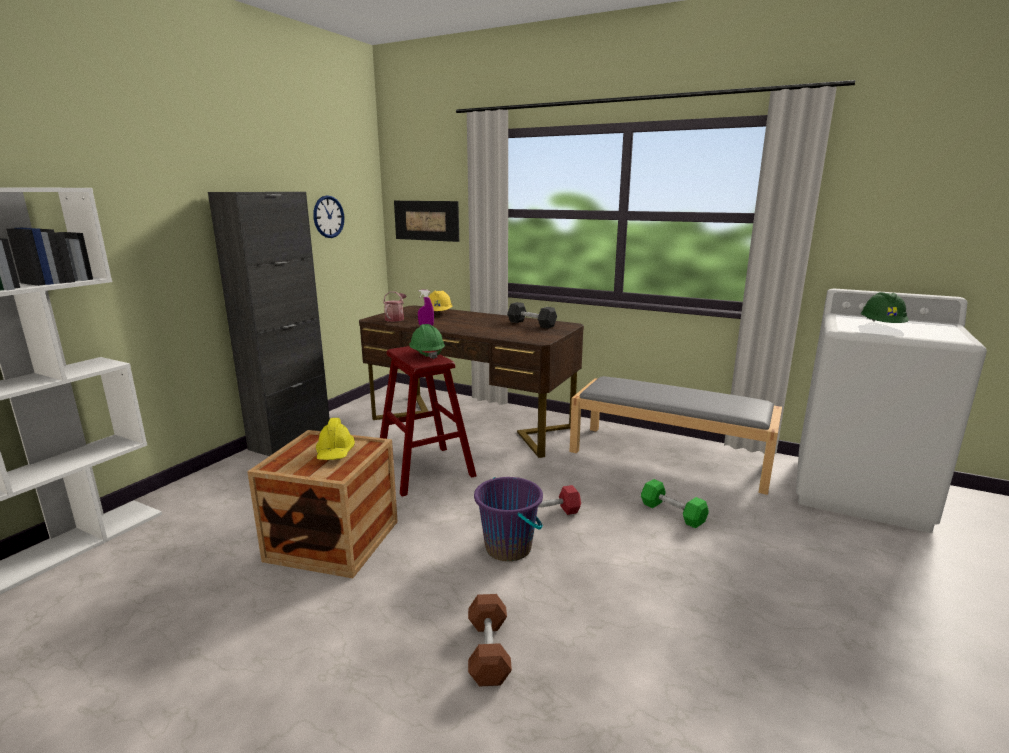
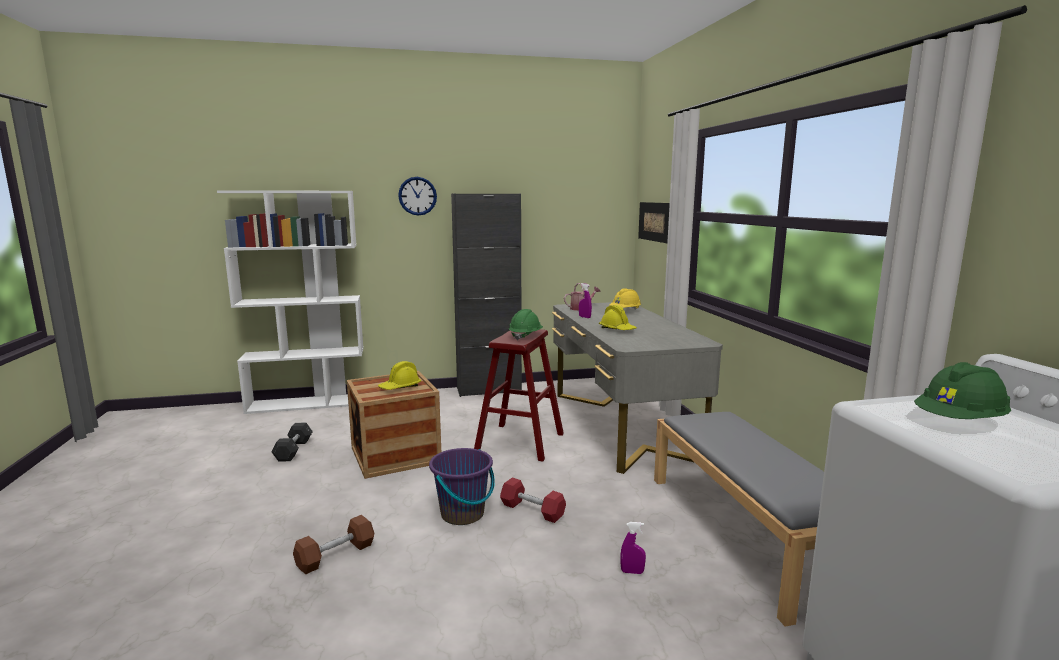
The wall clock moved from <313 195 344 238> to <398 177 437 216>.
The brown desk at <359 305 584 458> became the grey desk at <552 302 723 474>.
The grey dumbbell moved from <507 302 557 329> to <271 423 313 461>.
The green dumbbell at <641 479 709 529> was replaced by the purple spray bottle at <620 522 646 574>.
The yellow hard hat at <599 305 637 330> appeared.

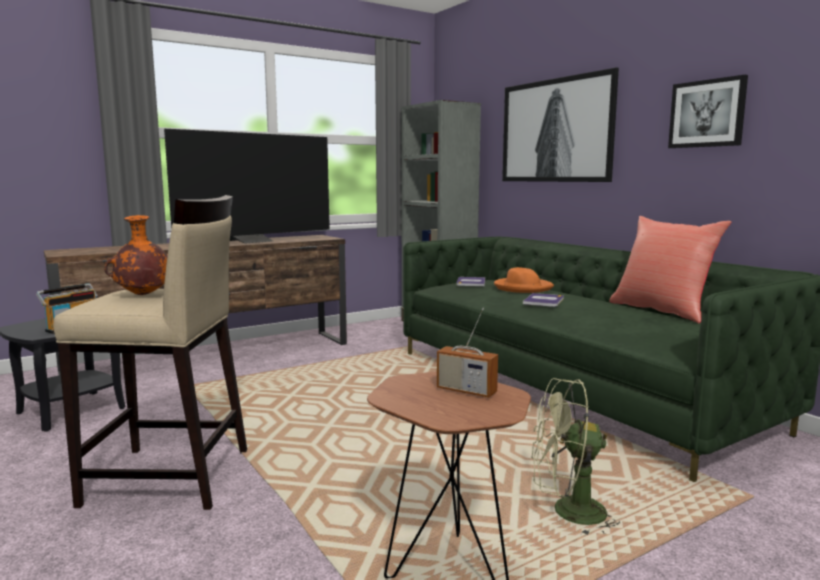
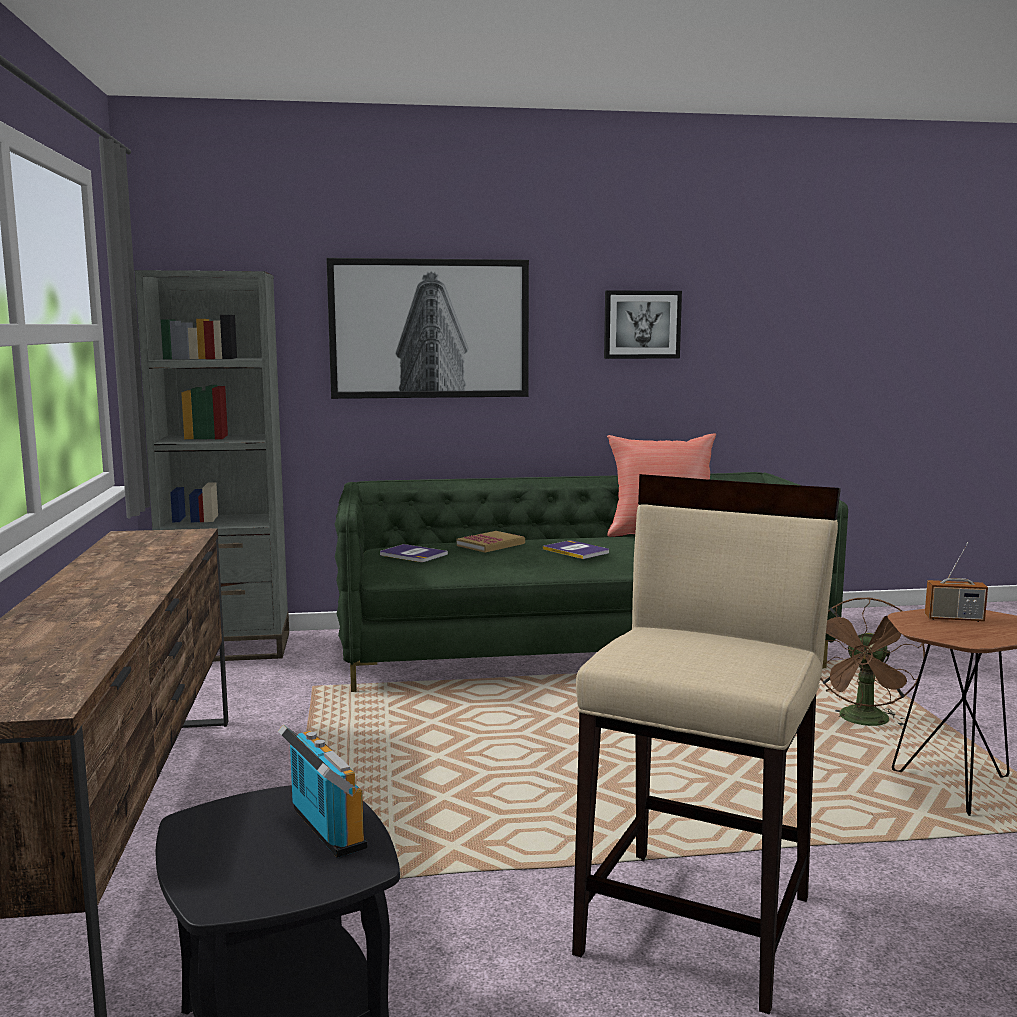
The orange vase at <104 215 168 295> disappeared.
The television at <164 129 330 244> disappeared.
The radio at <437 308 498 397> turned 45 degrees clockwise.
The orange hat at <494 267 554 293> was replaced by the book at <457 531 525 552>.
The green fan at <532 378 620 535> became the brown fan at <821 597 925 726>.

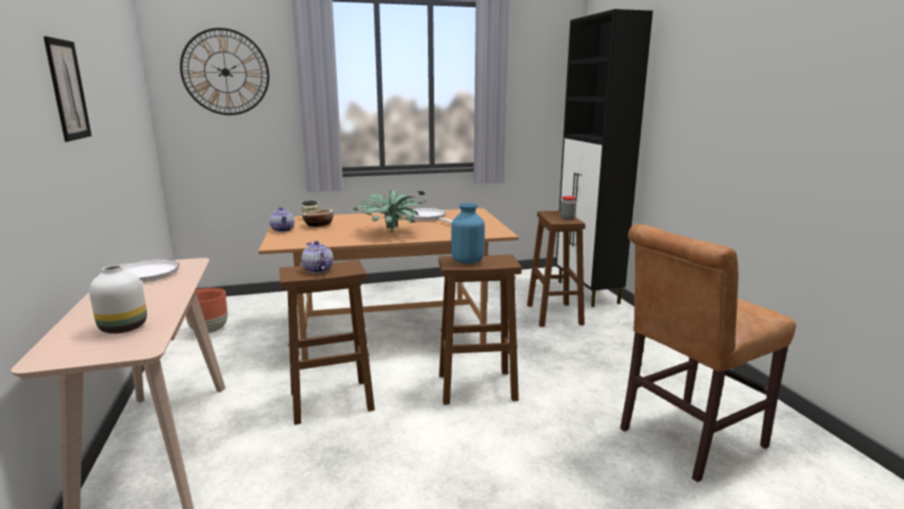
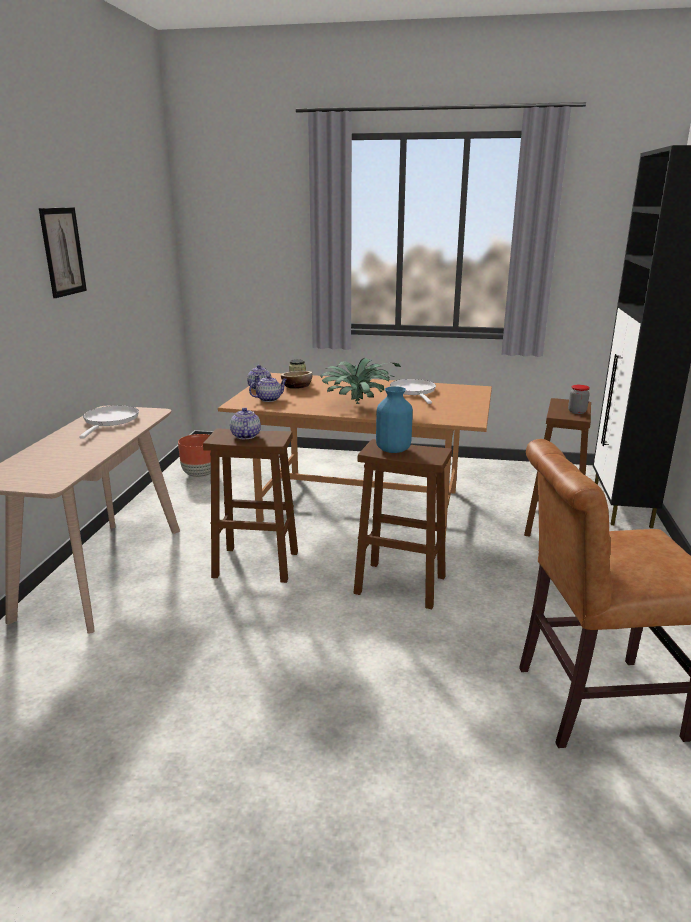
The white vase at <89 265 147 334> disappeared.
The wall clock at <180 28 269 115> disappeared.
The teapot at <249 375 287 402> appeared.

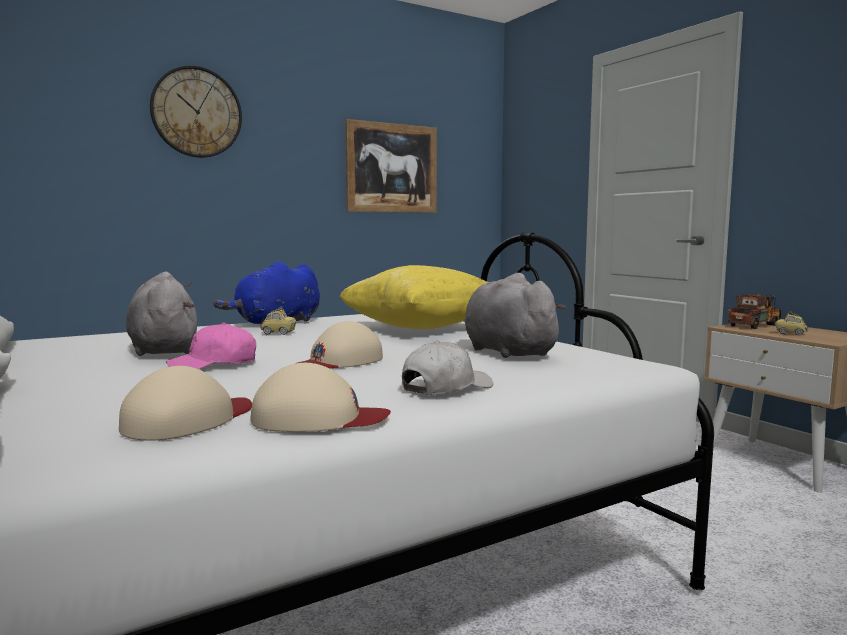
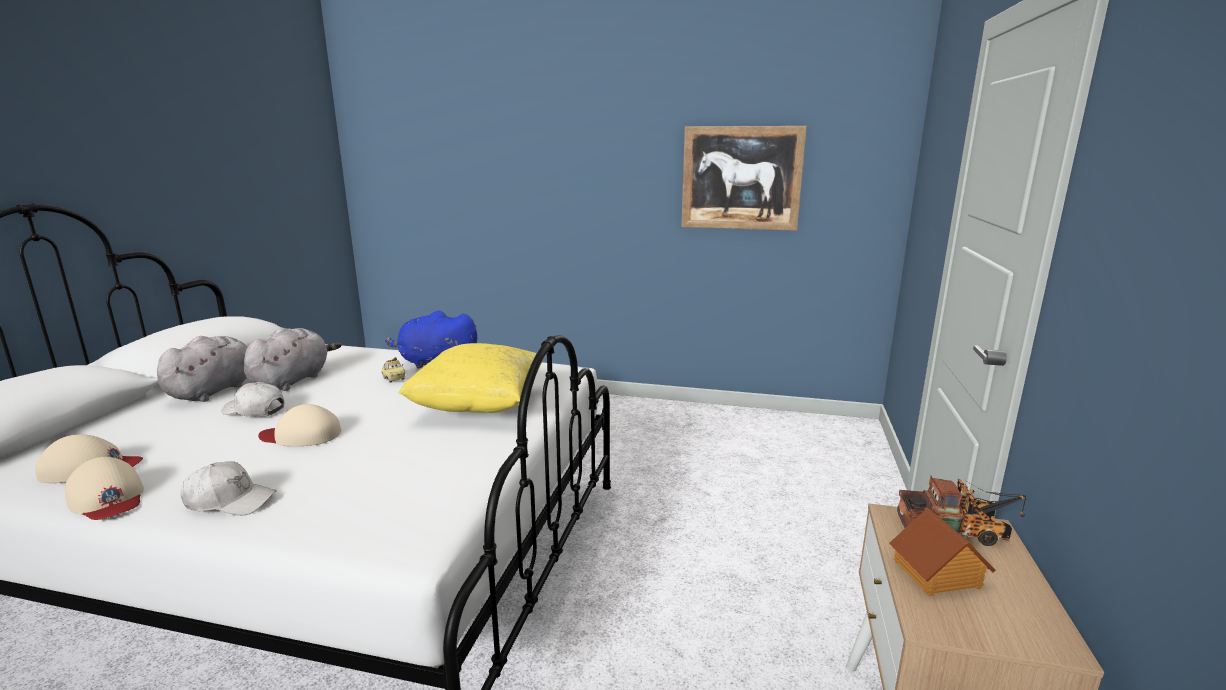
The wall clock at <150 66 242 158> disappeared.
The pink cap at <166 322 256 369> became the white cap at <221 382 284 417>.
The grey plush toy moved from <464 273 567 358> to <157 336 247 402>.
The toy car at <775 311 808 335> was replaced by the toy house at <889 507 996 596>.

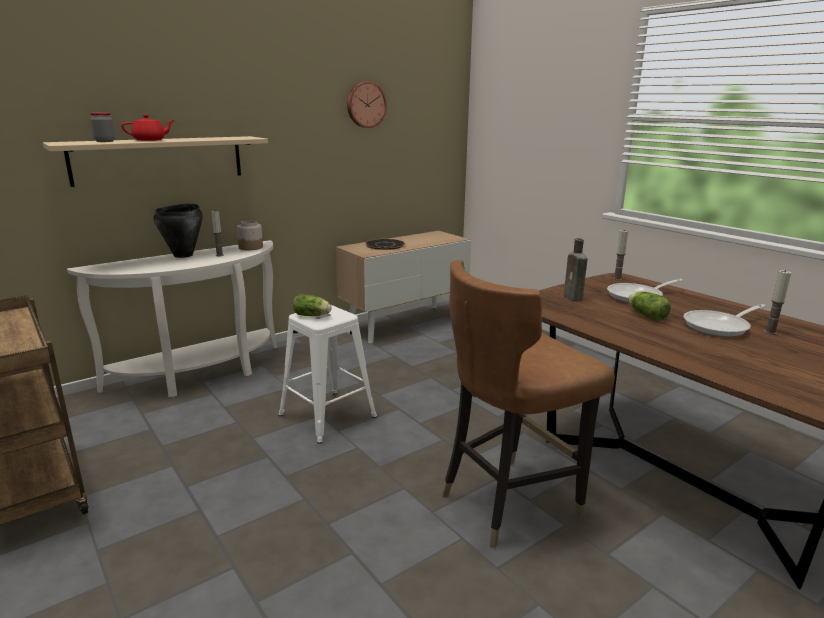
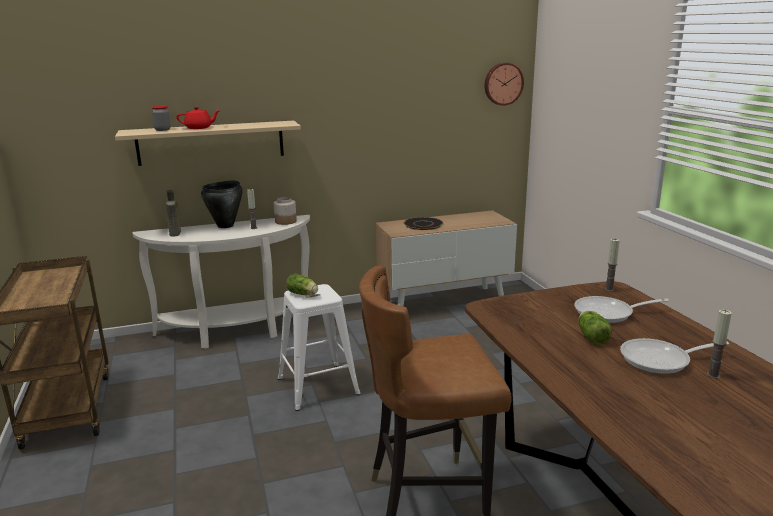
The wall clock moved from <347 81 387 128> to <484 63 524 106>.
The brown bottle moved from <564 238 588 301> to <166 190 181 237>.

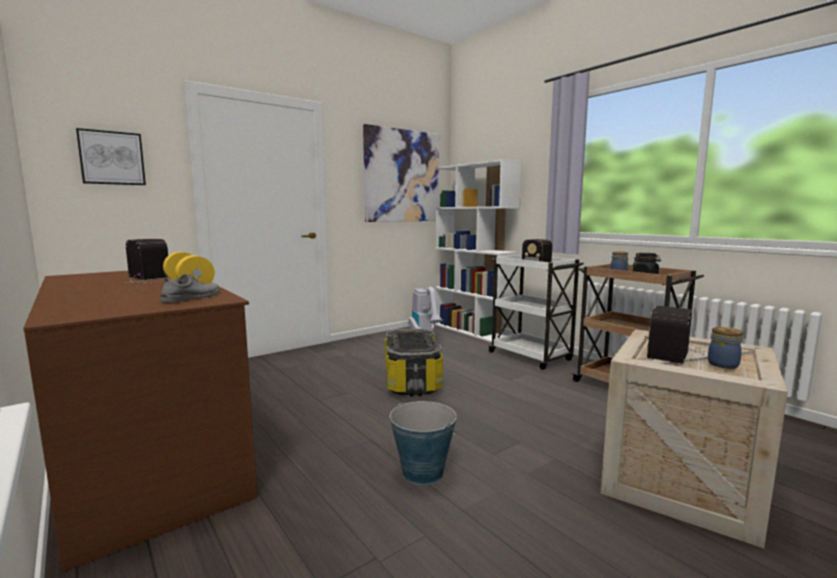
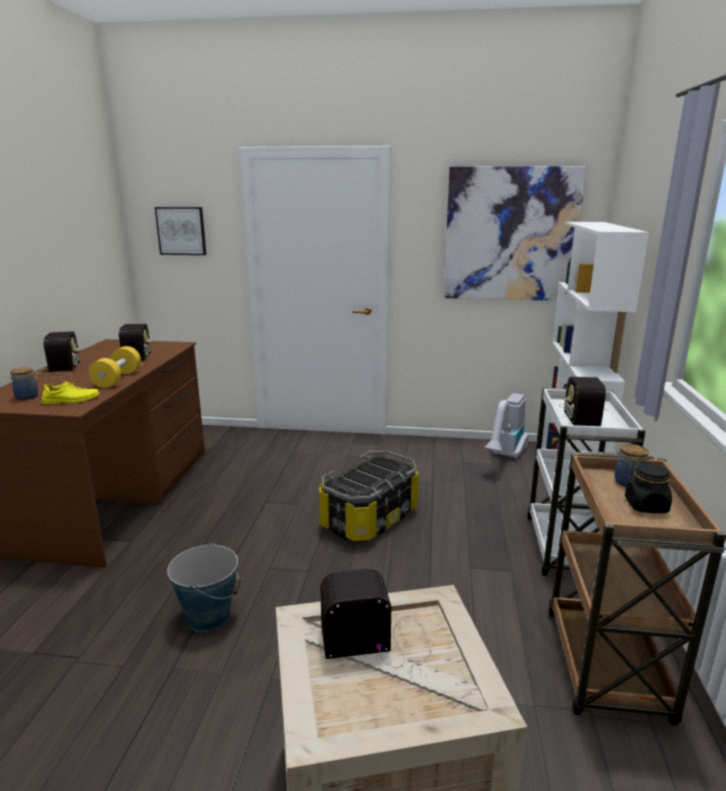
The grey shoe at <161 274 220 302> became the yellow shoe at <41 381 100 404>.
The jar moved from <708 327 743 369> to <10 367 38 400>.
The radio at <34 331 81 379> appeared.

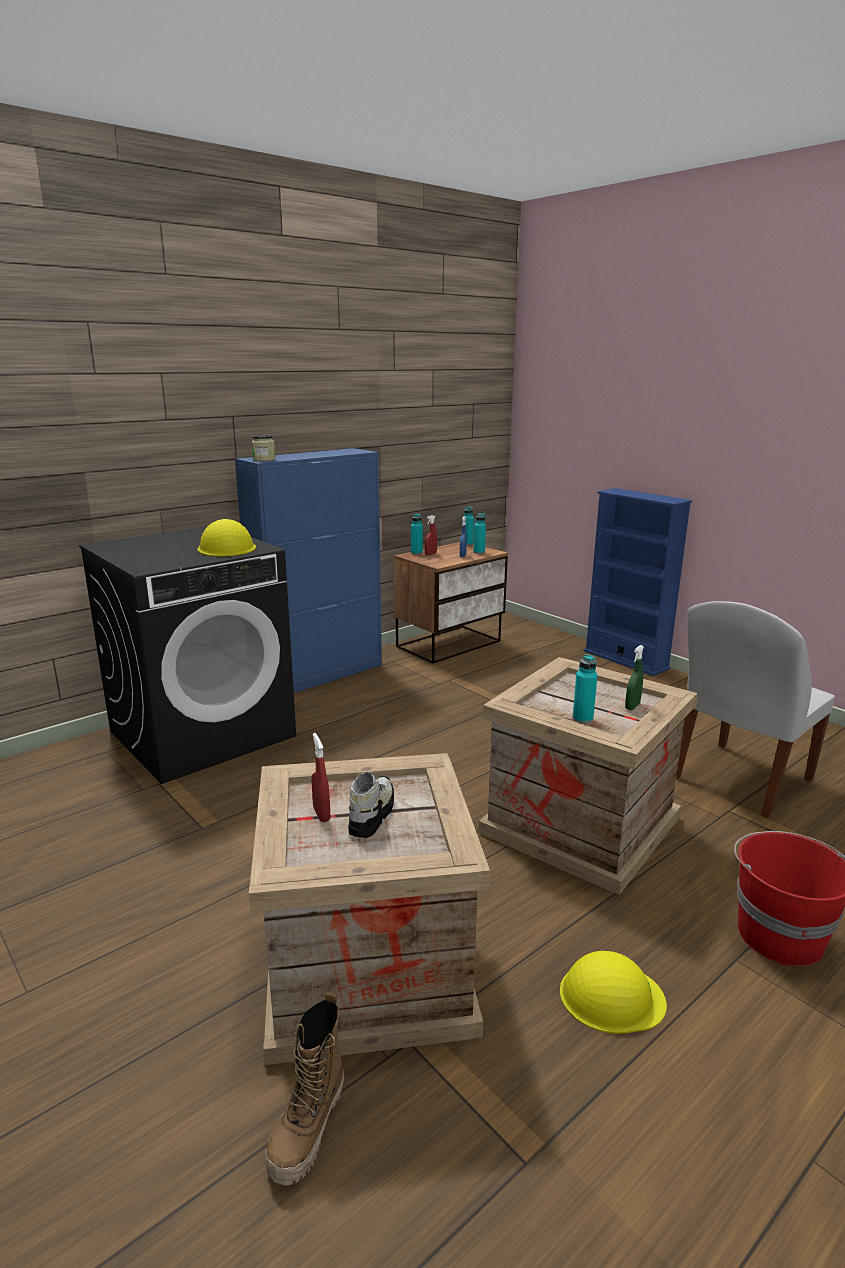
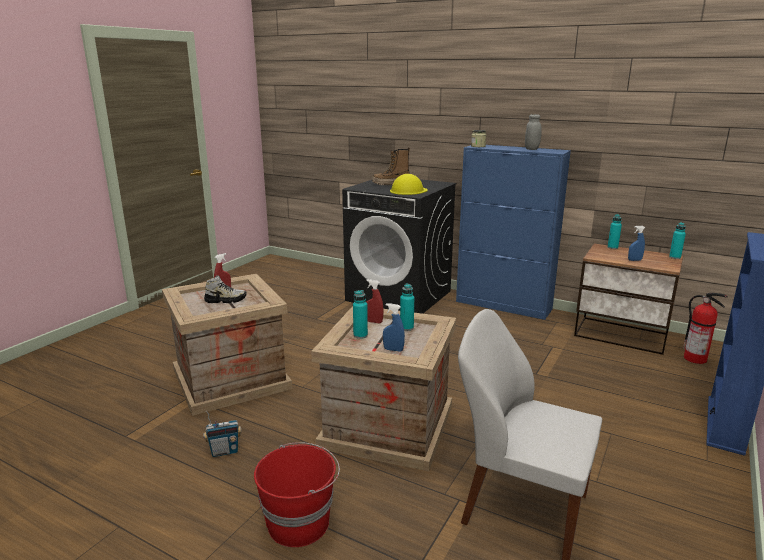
The boot moved from <266 992 344 1186> to <372 147 410 185>.
The red spray bottle moved from <425 515 437 555> to <366 279 384 323>.
The turquoise bottle moved from <473 513 486 554> to <400 283 414 331>.
The yellow hard hat at <560 951 667 1034> was replaced by the radio at <203 411 242 457>.
The green spray bottle at <625 645 644 710> became the blue spray bottle at <383 303 405 351>.
The grey jar at <525 114 542 150> appeared.
The fire extinguisher at <683 293 728 364> appeared.

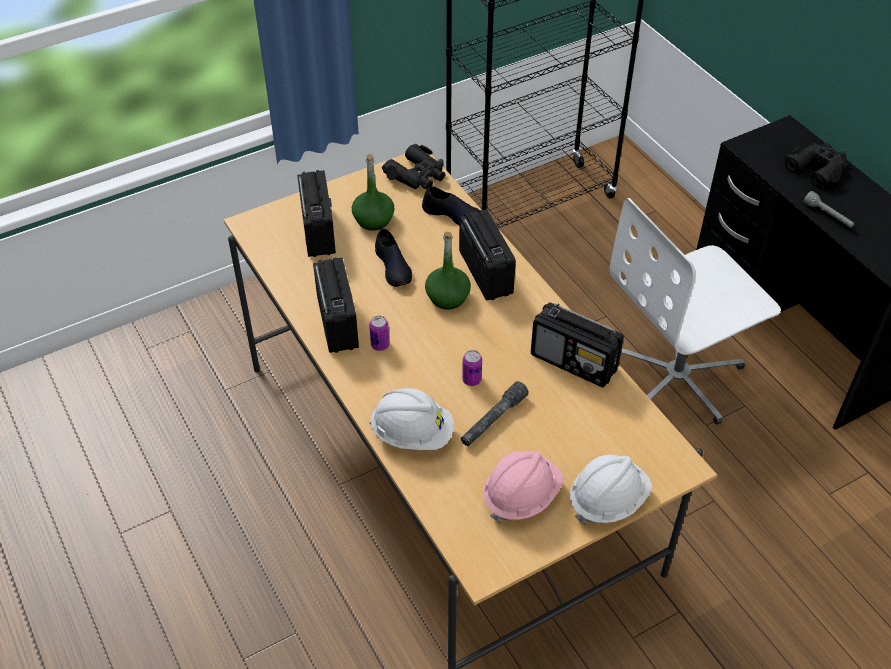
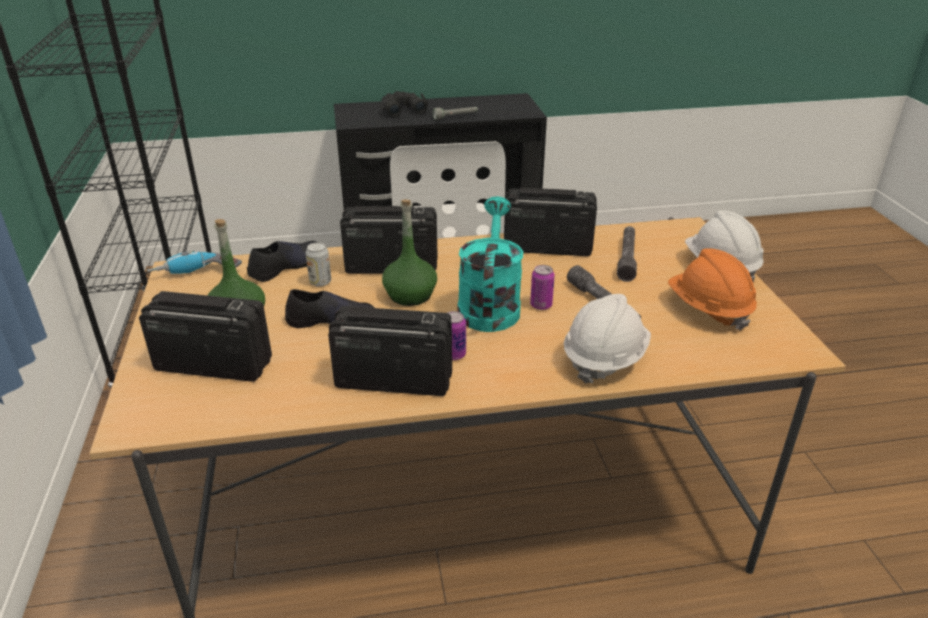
The black binoculars at <382 144 445 189> was replaced by the power drill at <147 250 242 274>.
The pink hard hat at <483 451 564 524> became the orange hard hat at <668 248 757 331>.
The radio at <531 302 624 387> turned 135 degrees counterclockwise.
The can at <306 242 331 287> appeared.
The turquoise watering can at <457 196 523 332> appeared.
The grey flashlight at <617 226 637 282> appeared.

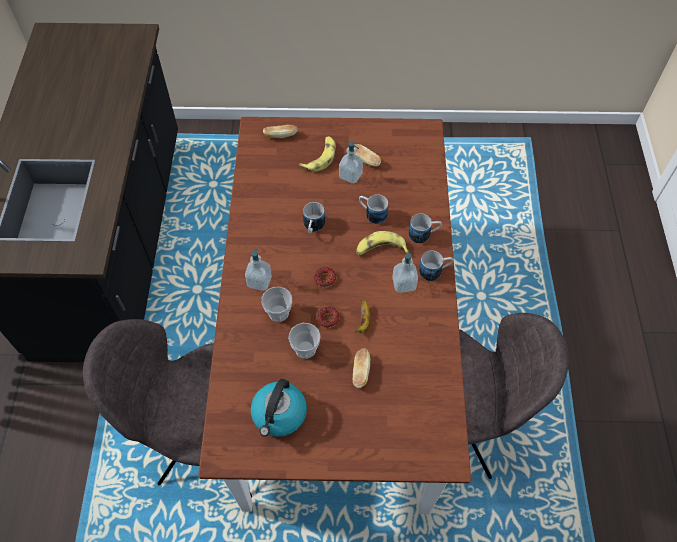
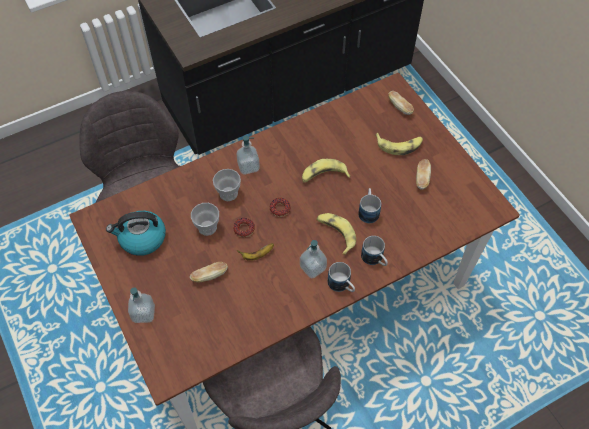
The mug at <303 202 325 234> was replaced by the banana at <302 159 351 183>.
The soap dispenser moved from <339 141 363 183> to <128 288 155 323>.

